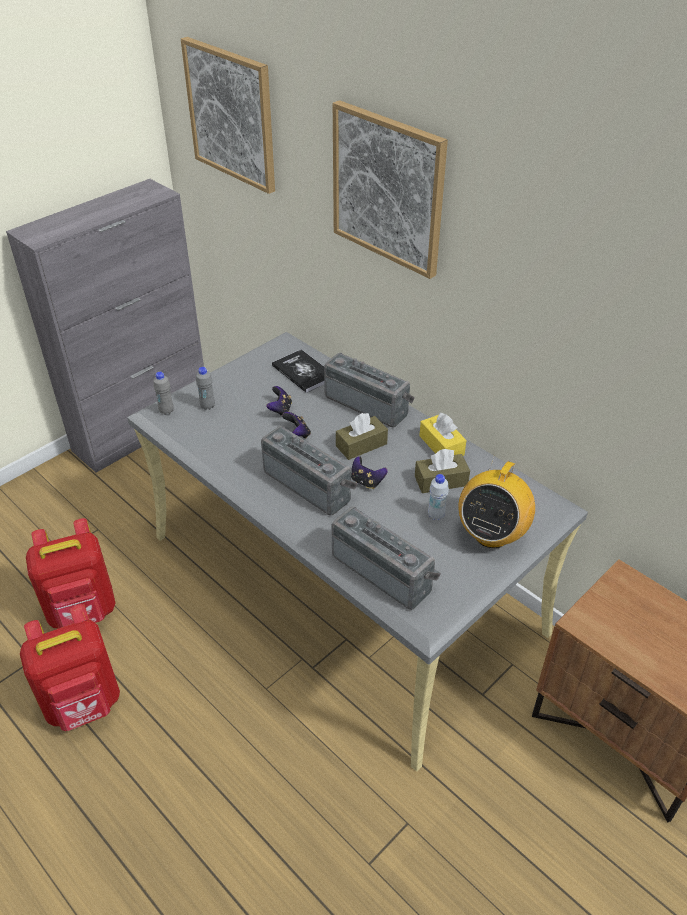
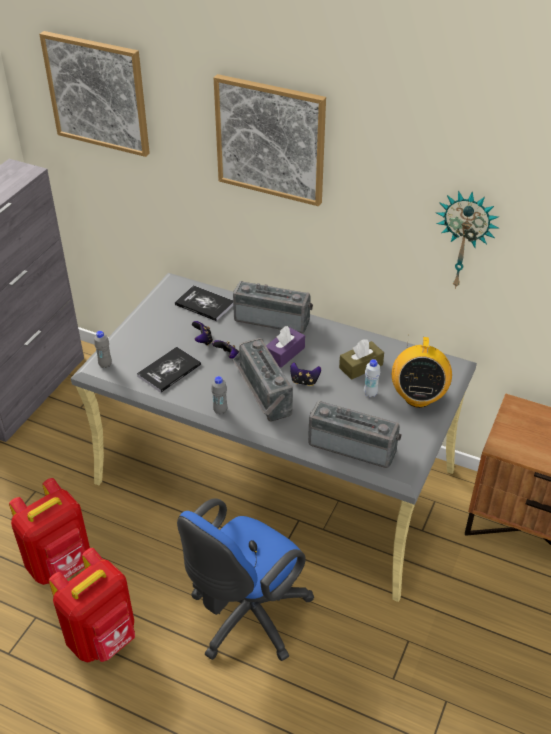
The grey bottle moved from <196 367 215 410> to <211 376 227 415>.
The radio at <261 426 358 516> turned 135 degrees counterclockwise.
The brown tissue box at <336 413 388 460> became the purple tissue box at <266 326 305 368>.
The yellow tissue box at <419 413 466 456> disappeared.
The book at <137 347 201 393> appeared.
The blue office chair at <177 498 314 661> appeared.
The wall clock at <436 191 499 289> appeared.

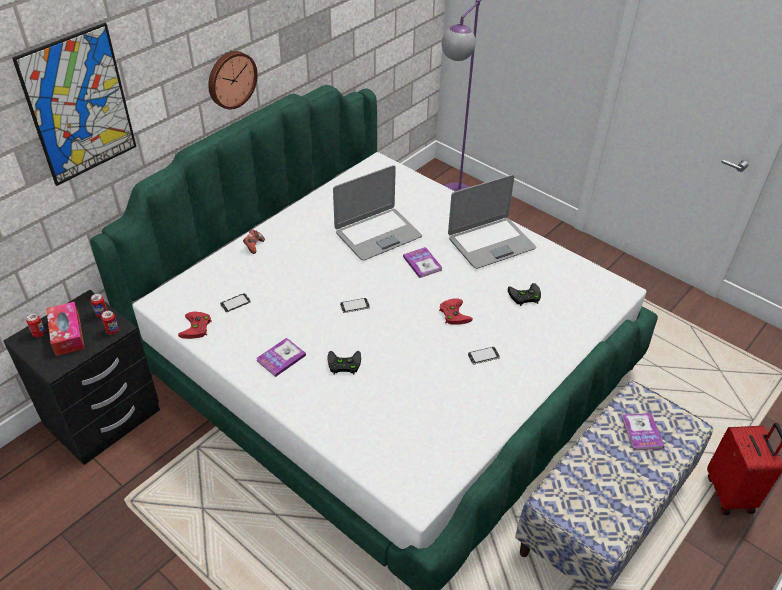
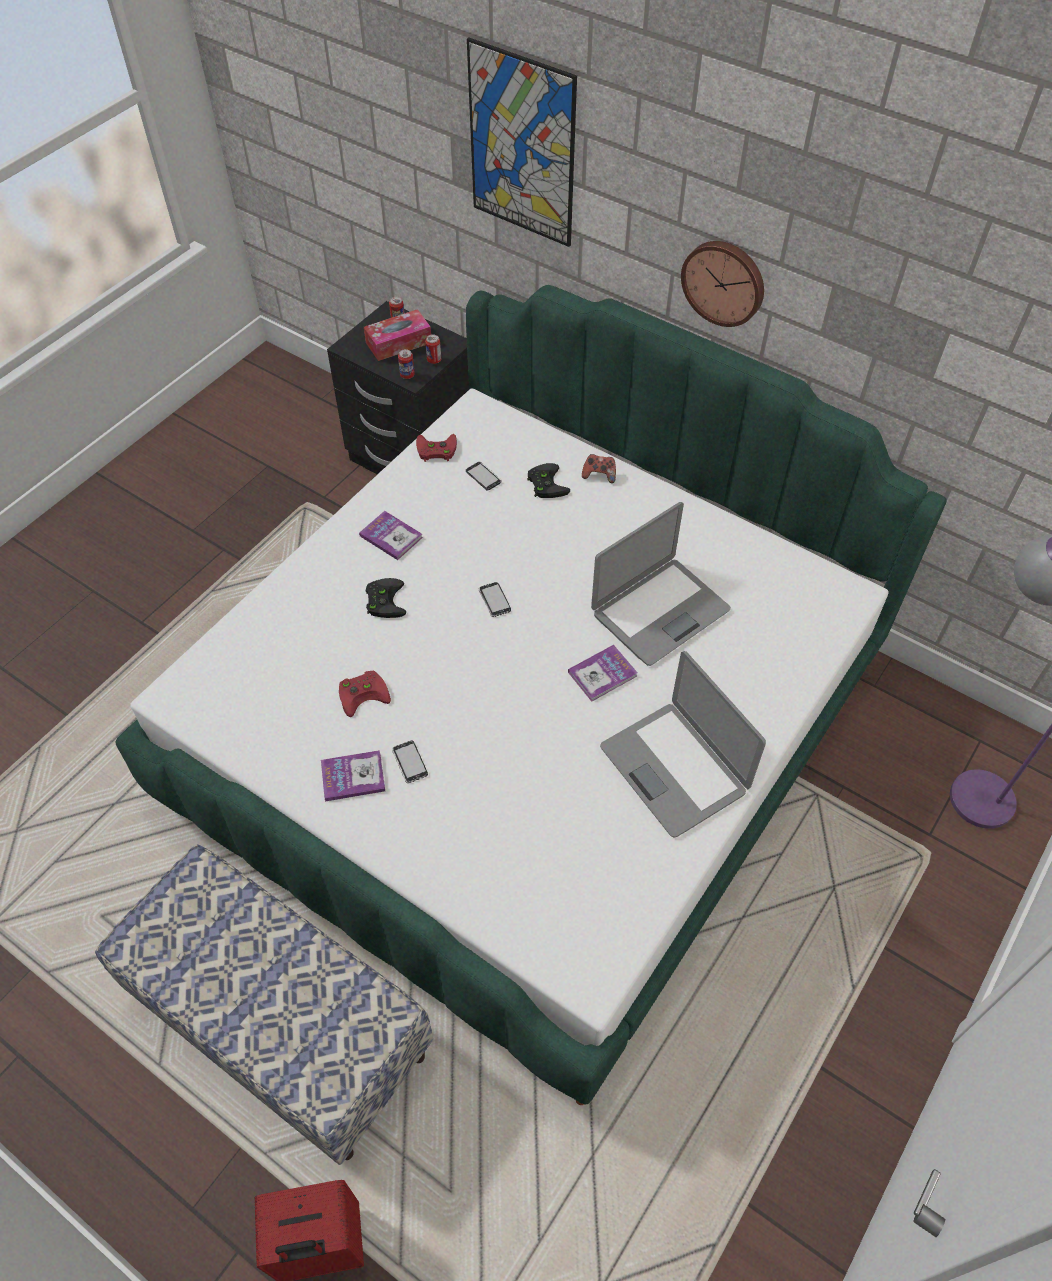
The laptop at <333 165 422 261> turned 90 degrees counterclockwise.
The red game controller moved from <439 298 473 324> to <339 671 391 717>.
The black game controller moved from <508 283 541 306> to <527 463 570 498>.
The book moved from <621 413 664 451> to <321 750 385 801>.

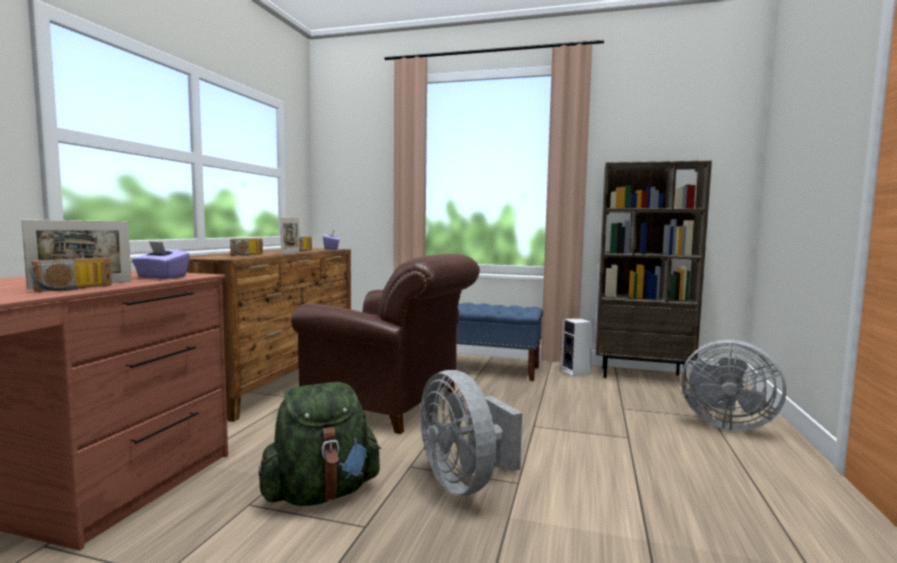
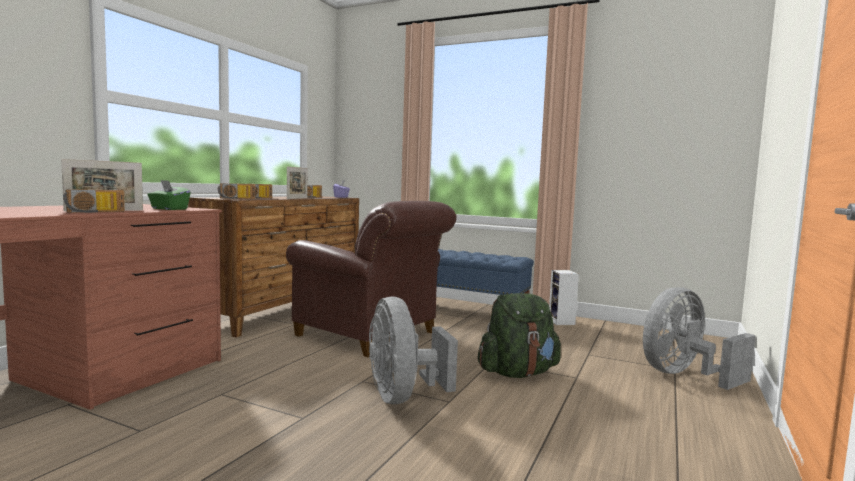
The purple tissue box at <132 241 190 279> became the green tissue box at <147 180 191 210>.
The green backpack moved from <258 382 381 506> to <478 293 561 378>.
The brown bookcase at <596 161 712 380> disappeared.
The grey fan at <681 340 786 431> turned 105 degrees clockwise.
The radio at <218 183 255 199> appeared.

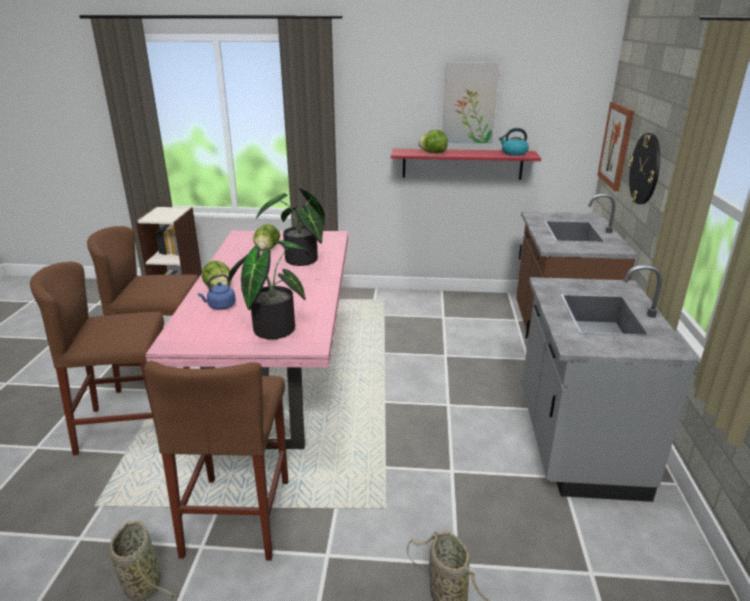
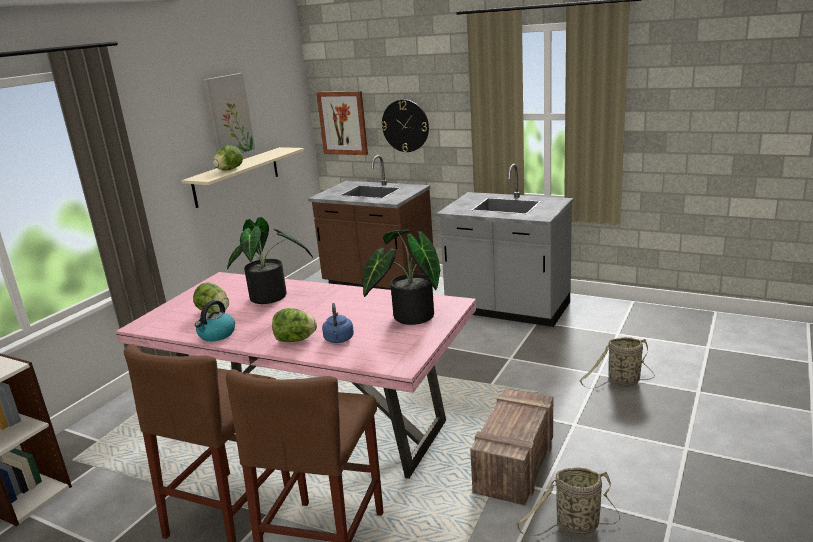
The brown stool at <144 361 288 561> was replaced by the crate at <470 388 553 506>.
The red shelf at <391 149 541 180> became the beige shelf at <181 147 304 208>.
The kettle moved from <499 128 529 156> to <195 300 235 341>.

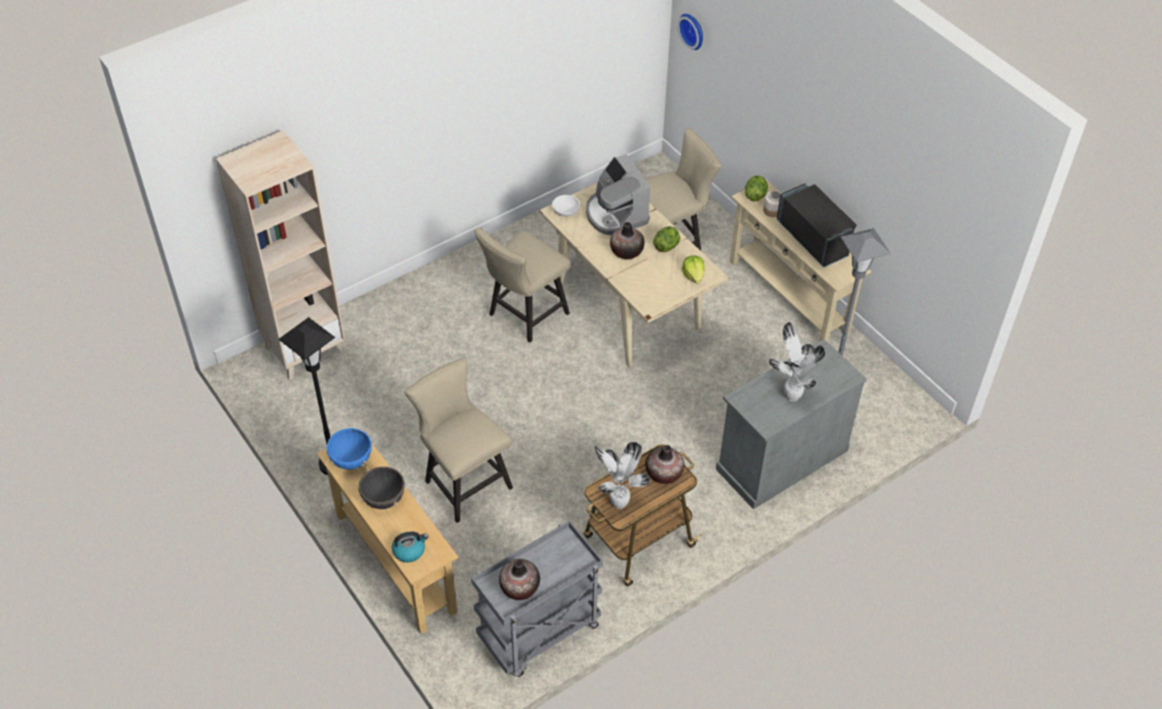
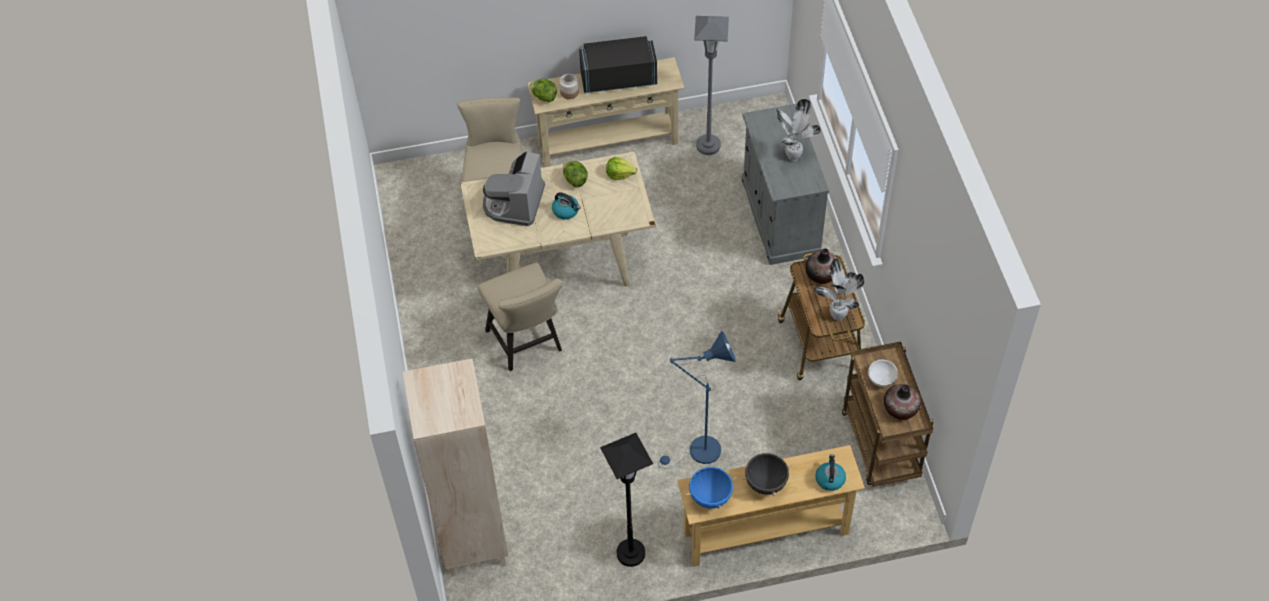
The beige chair at <404 357 513 523> was replaced by the blue floor lamp at <658 331 736 469>.
The grey cart at <471 520 603 677> became the brown cart at <842 341 933 487>.
The white bowl moved from <552 195 580 217> to <868 359 898 387>.
The coffee machine at <586 154 650 235> turned 105 degrees clockwise.
The vase at <610 222 644 259> was replaced by the kettle at <552 192 581 220>.
The wall clock at <677 14 703 50> disappeared.

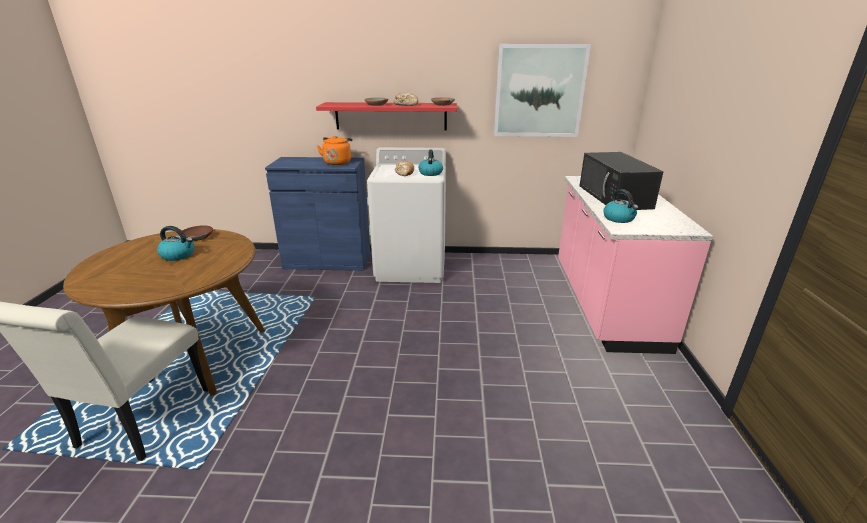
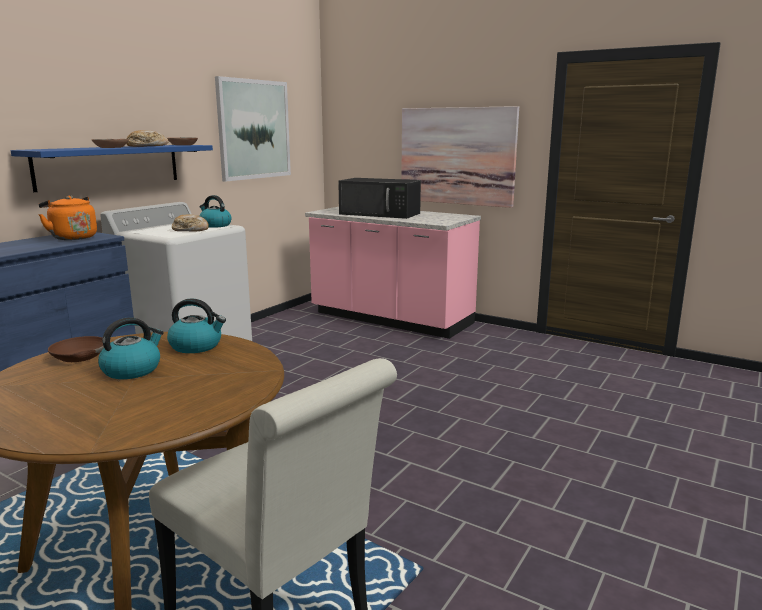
The red shelf at <316 102 457 130> became the blue shelf at <11 145 213 192>.
The kettle moved from <603 189 638 223> to <167 299 226 353>.
The picture at <401 106 519 208> appeared.

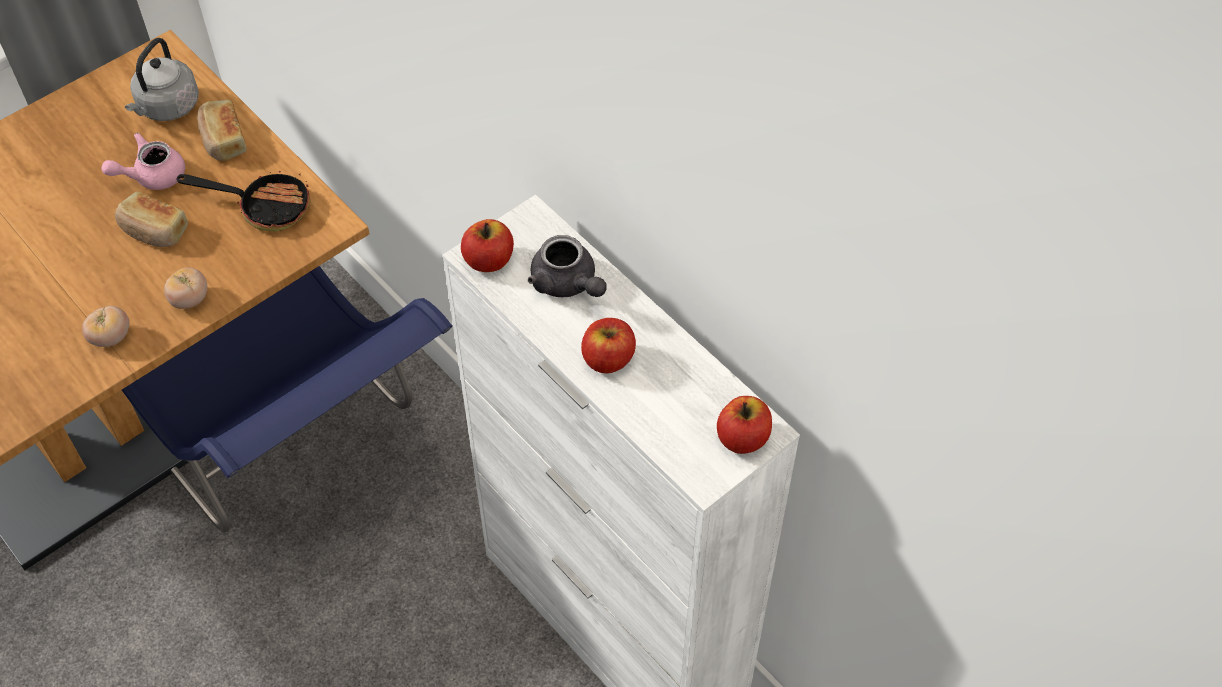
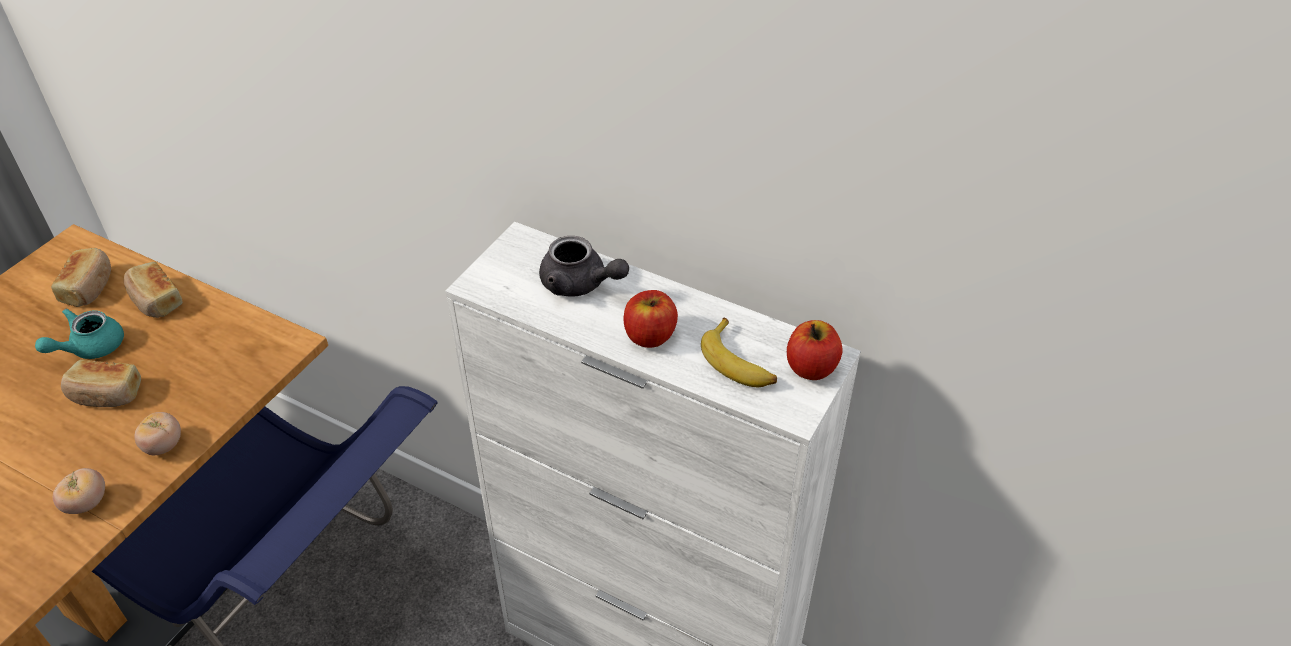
The pink teapot at <101 133 185 190> became the turquoise teapot at <35 309 124 359>.
The grey kettle at <125 38 199 121> was replaced by the bread at <51 248 111 307>.
The frying pan at <176 171 310 232> disappeared.
The apple at <461 219 514 272> disappeared.
The banana at <701 317 777 387> appeared.

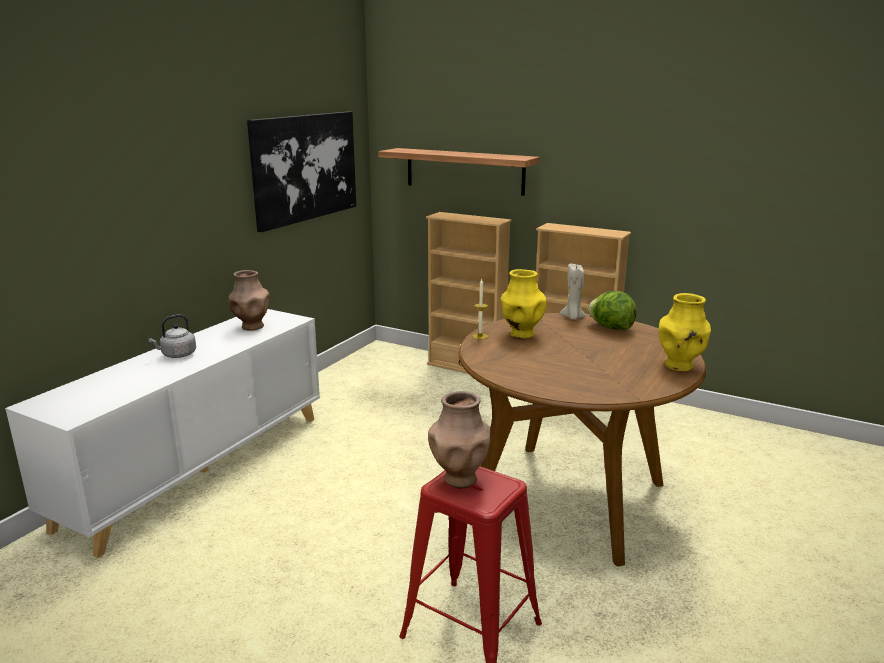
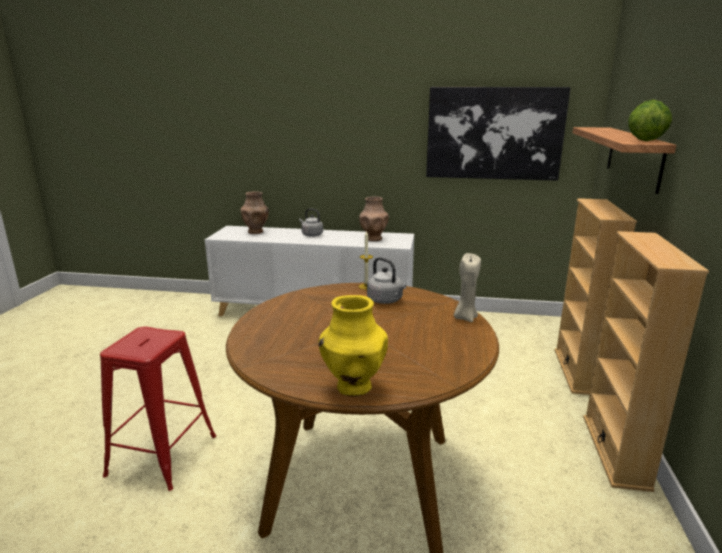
The brown vase moved from <428 391 491 489> to <241 191 269 234>.
The yellow vase at <501 269 547 339> was replaced by the grey kettle at <367 257 406 304>.
The lettuce moved from <587 291 637 330> to <628 100 672 141>.

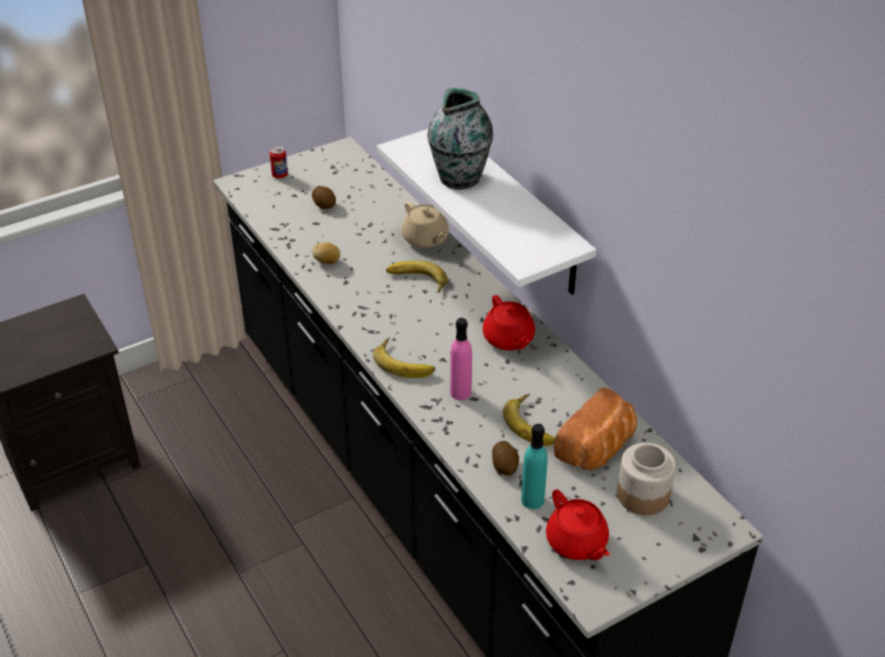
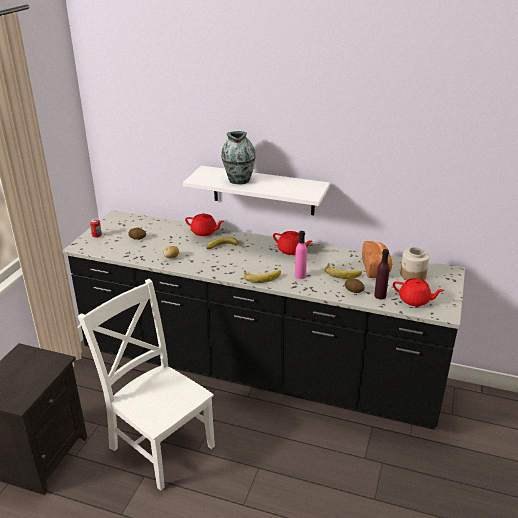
The beige teapot at <401 201 449 248> became the red teapot at <185 213 224 236>.
The turquoise bottle at <521 424 548 509> became the purple bottle at <374 249 390 299>.
The white chair at <78 279 215 491> appeared.

